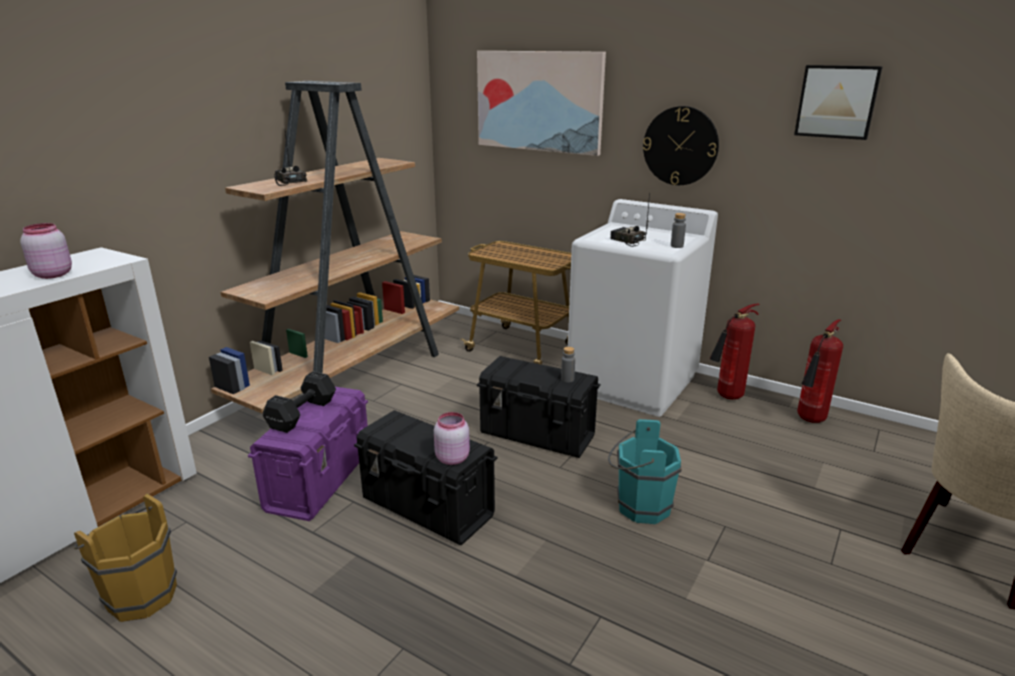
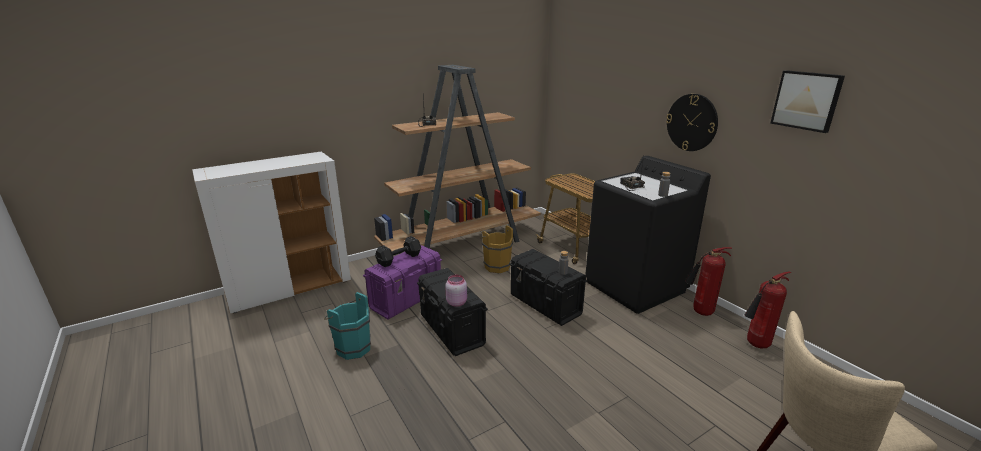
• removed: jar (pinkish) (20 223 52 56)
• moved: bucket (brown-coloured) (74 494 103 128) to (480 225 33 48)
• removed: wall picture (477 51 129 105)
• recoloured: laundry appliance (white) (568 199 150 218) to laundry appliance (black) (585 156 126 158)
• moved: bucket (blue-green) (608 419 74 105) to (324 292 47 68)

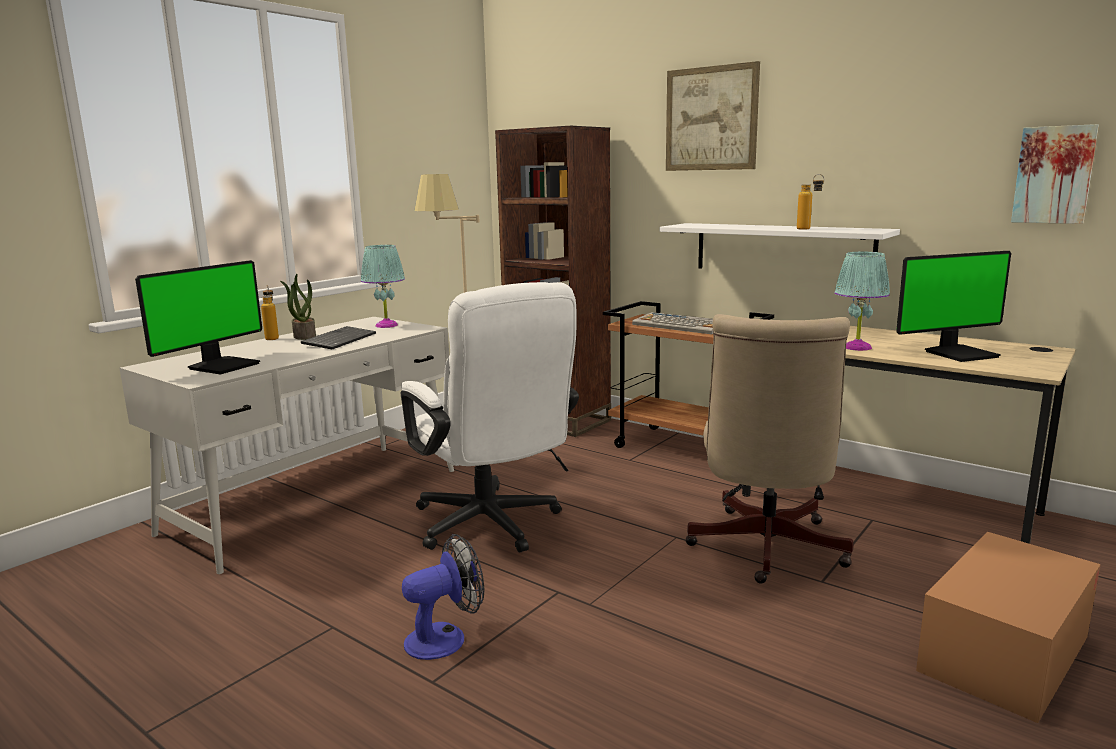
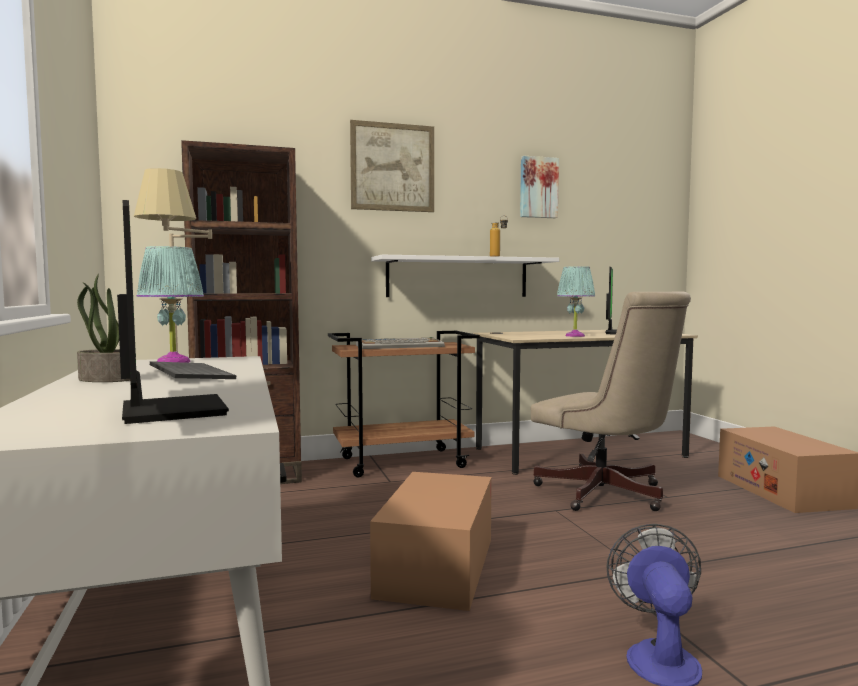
• removed: drink bottle (261 285 18 55)
• replaced: office chair (white) (401 282 178 271) to cardboard box (370 472 122 139)
• moved: wall picture (1011 124 88 100) to (520 156 39 62)

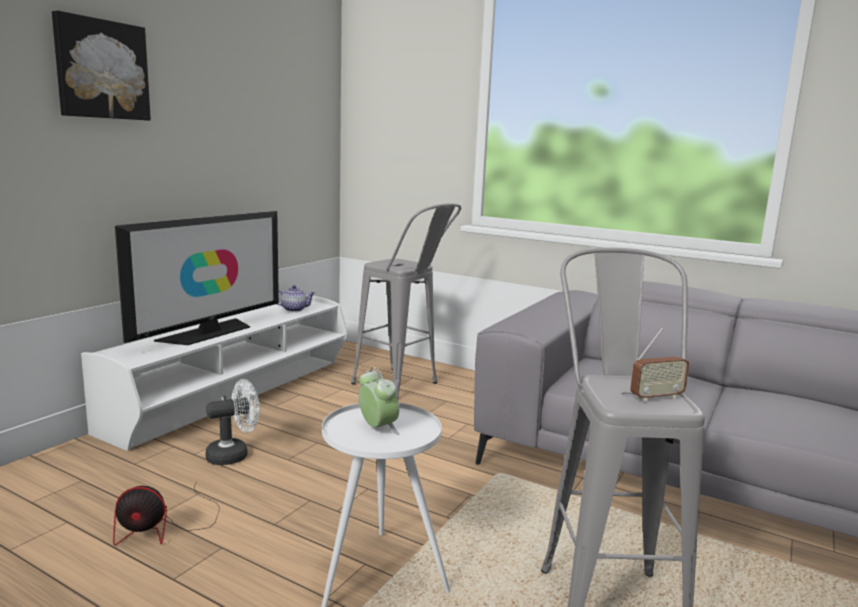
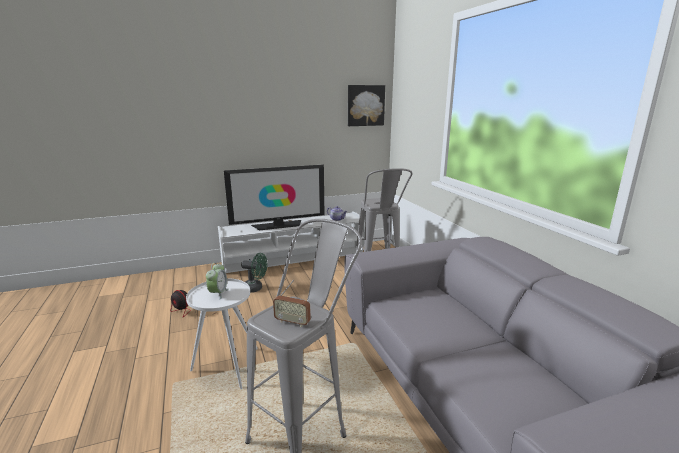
• moved: wall picture (52 10 99 111) to (348 85 37 41)
• recoloured: cooling fan (white) (205 379 55 86) to cooling fan (green) (241 253 26 40)

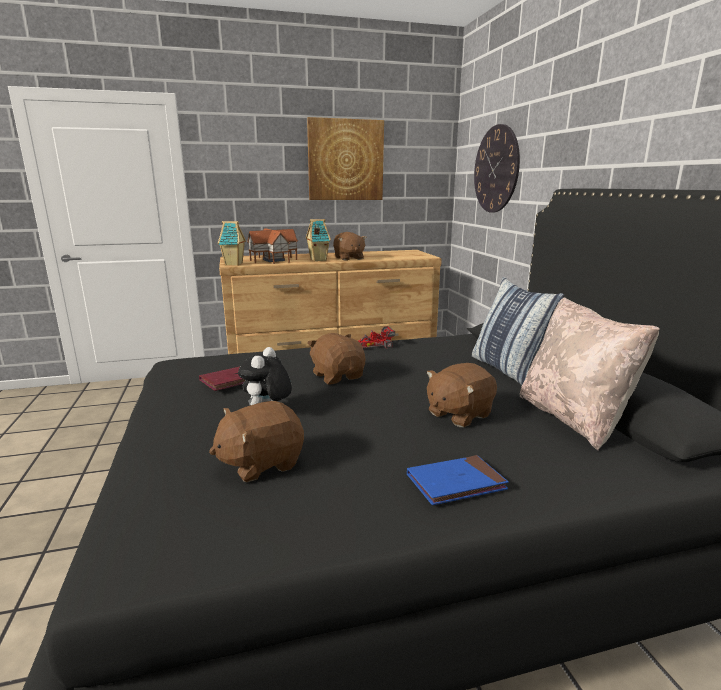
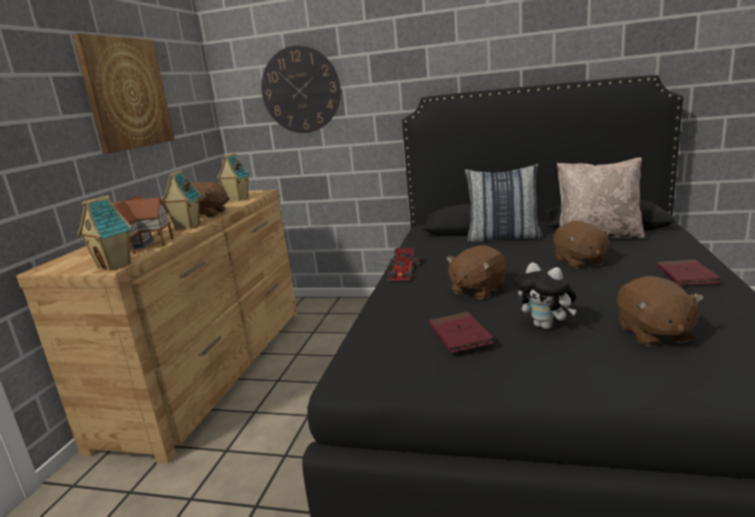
• turned: cuddly toy (brown-coloured) (307 333 58 51) = (446 245 61 54) 45 degrees counterclockwise
• recoloured: volume (blue-coloured) (407 455 102 50) to volume (reddish) (657 259 63 27)
• added: toy house (217 153 34 48)

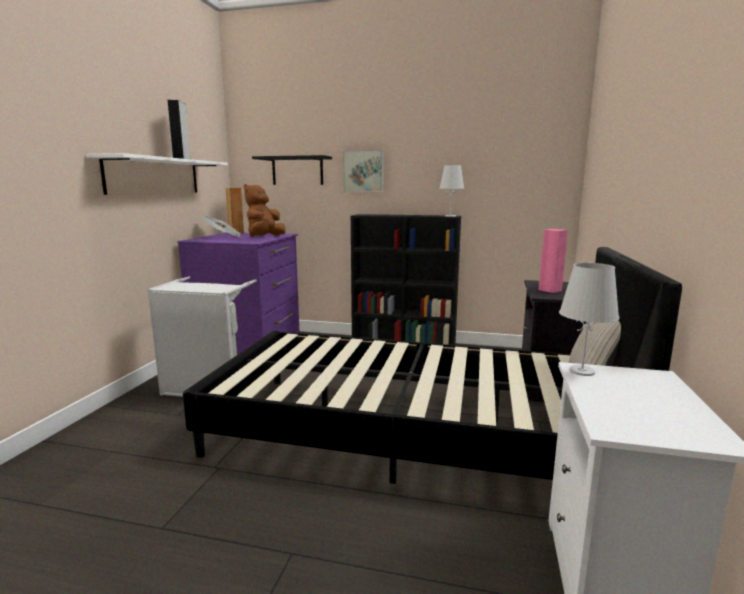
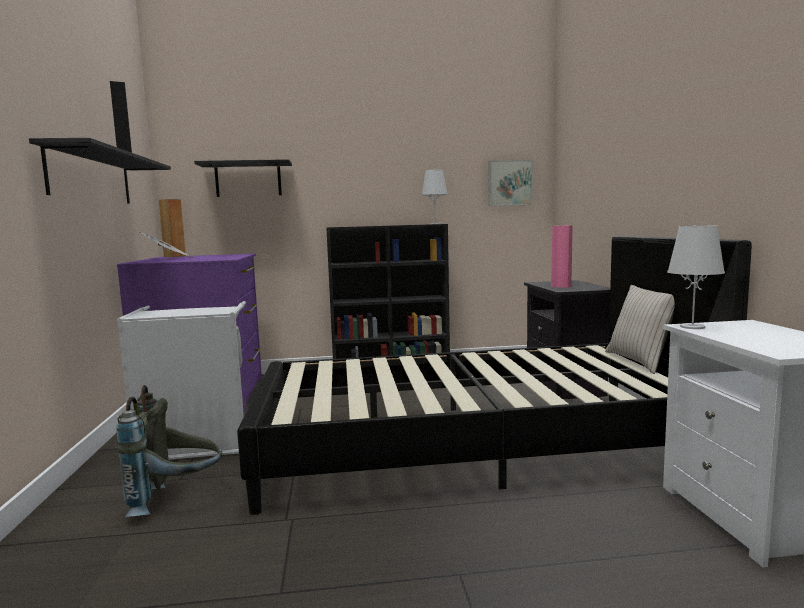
• recoloured: shelf (white) (87 153 141 42) to shelf (black) (29 138 142 66)
• removed: cuddly toy (brown-coloured) (244 184 42 53)
• moved: wall picture (343 150 41 42) to (488 160 45 46)
• added: backpack (gray) (116 385 106 132)

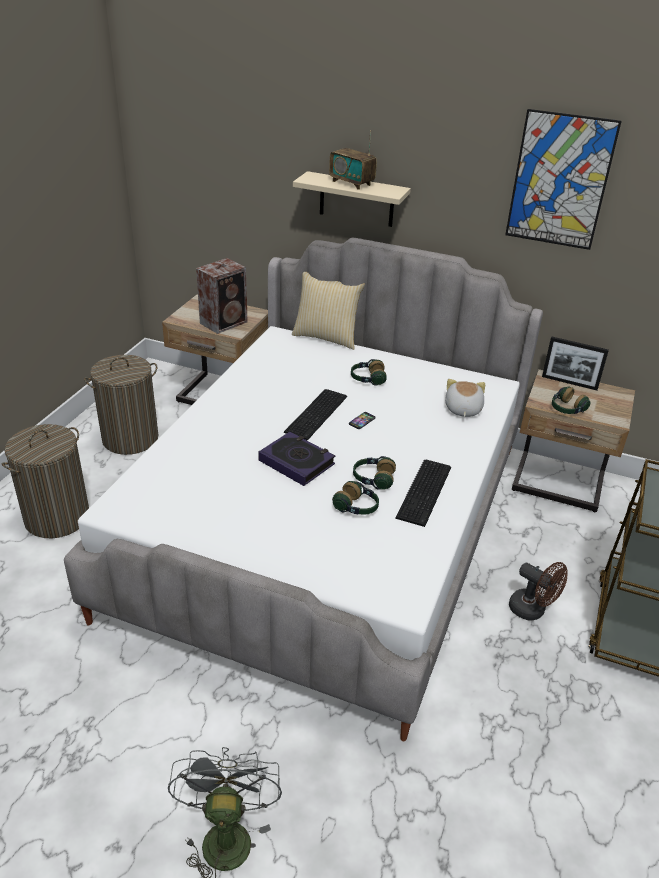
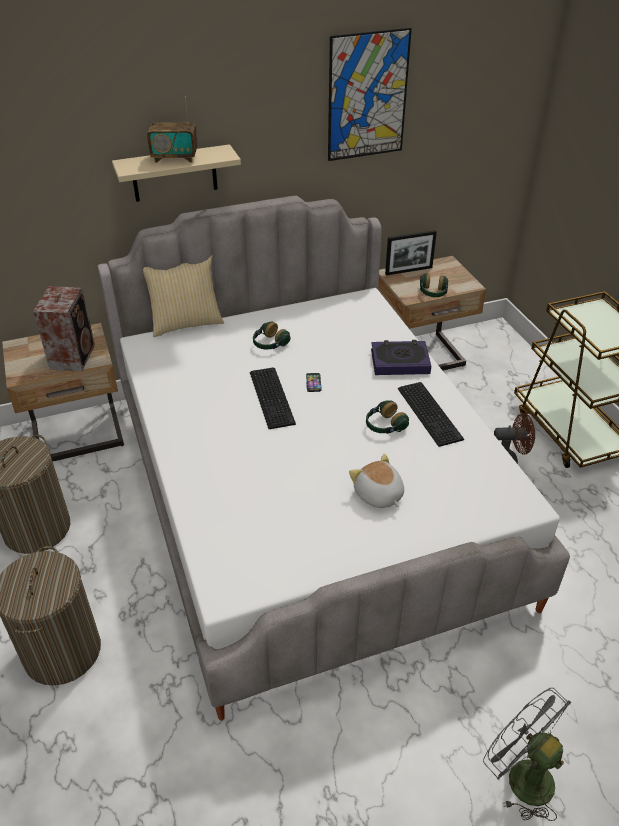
• moved: volume (258 432 77 54) to (371 340 60 35)
• removed: pair of headphones (332 481 47 34)
• moved: cuddly toy (445 379 40 38) to (349 454 55 54)

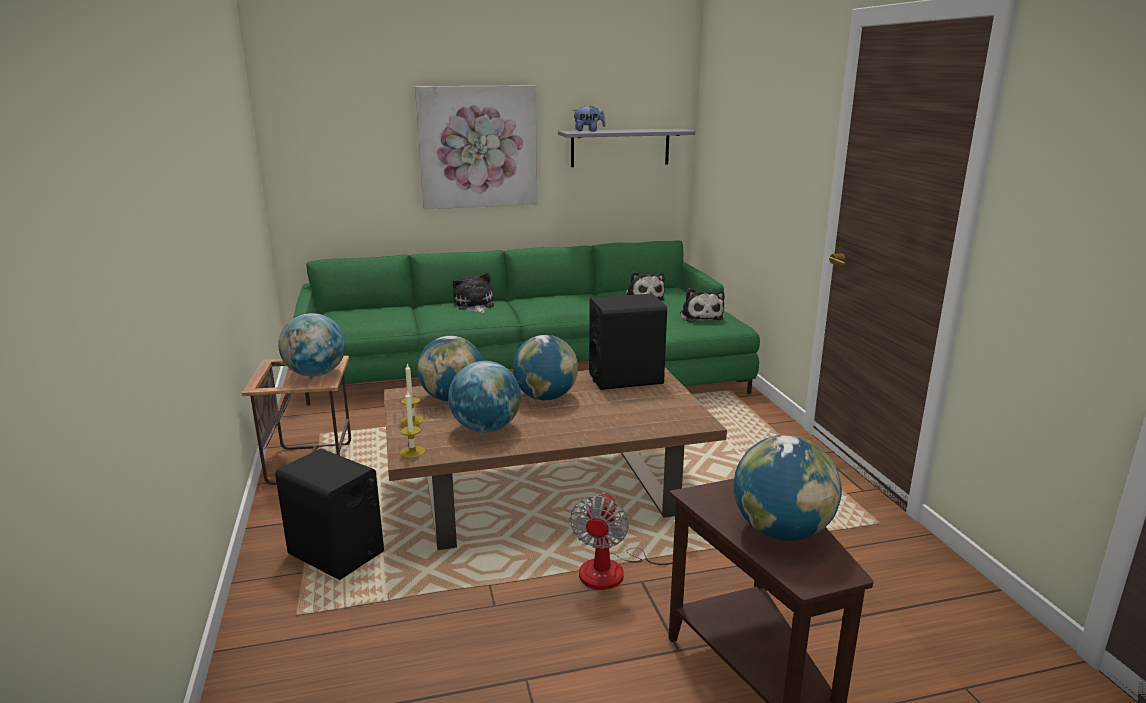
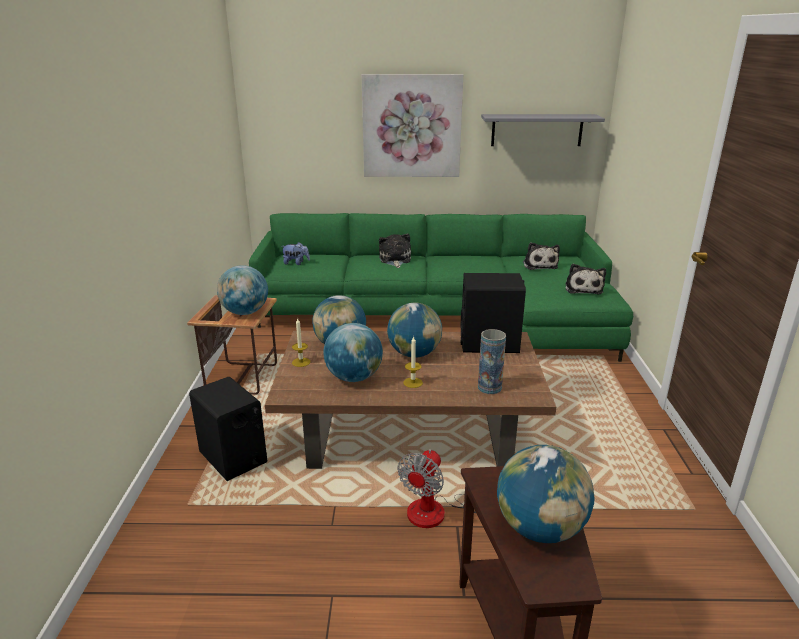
• moved: candle (400 390 25 68) to (403 336 20 52)
• moved: cuddly toy (574 106 31 26) to (281 242 29 23)
• added: flower vase (478 329 28 65)

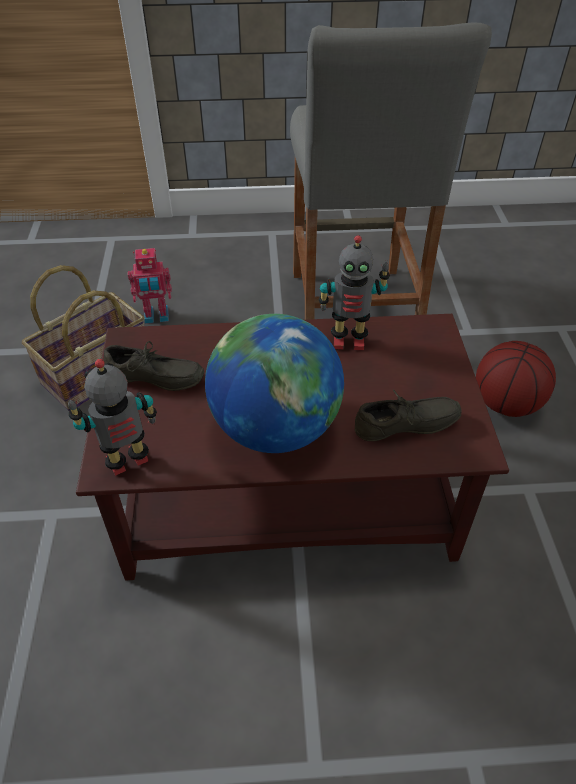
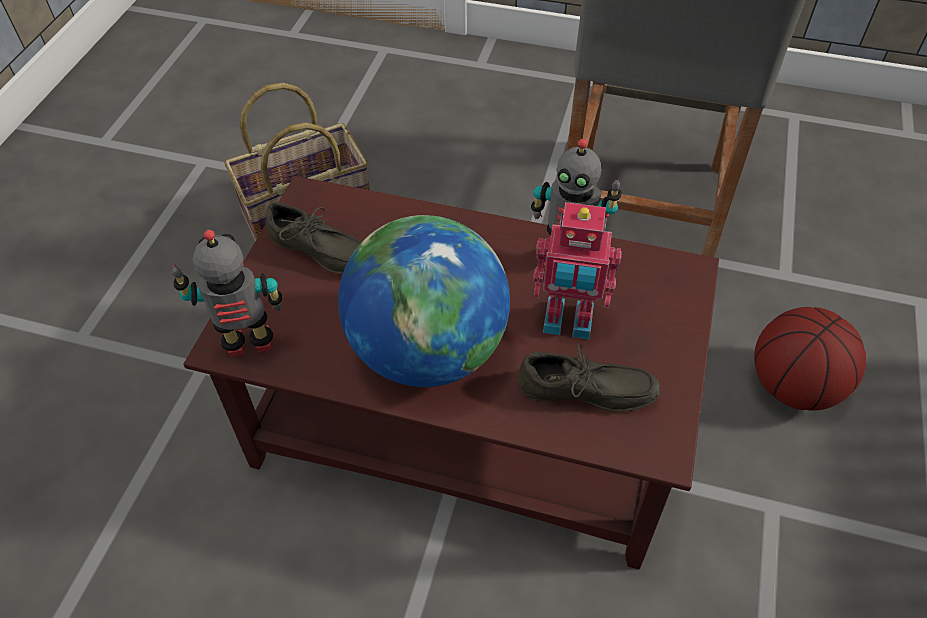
• moved: toy robot (127 248 45 76) to (533 202 89 138)

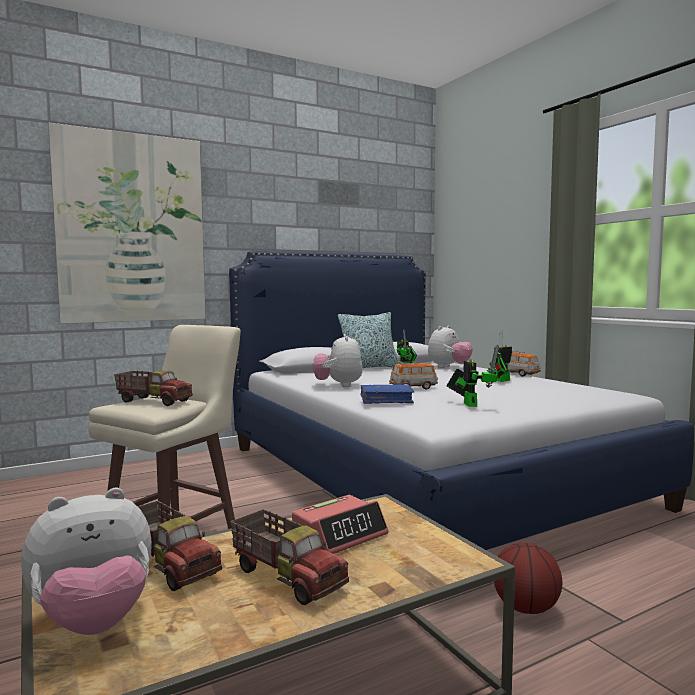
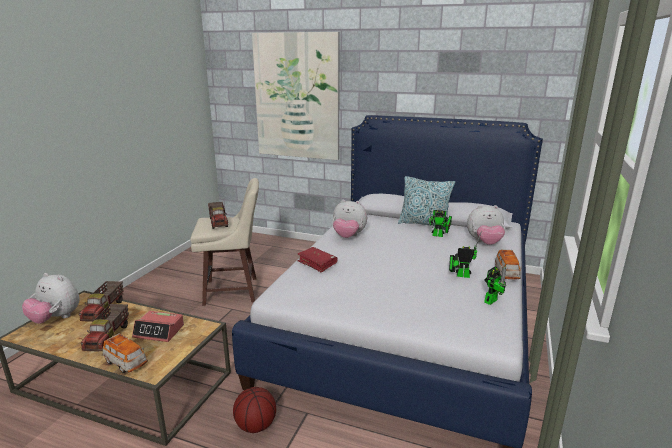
• turned: cuddly toy (313 334 50 53) = (332 200 35 38) 120 degrees counterclockwise
• recoloured: volume (blue-coloured) (360 384 54 20) to volume (reddish) (297 247 41 26)
• moved: model car (389 362 49 27) to (103 333 45 40)
• moved: toy robot (446 344 53 63) to (484 267 23 38)

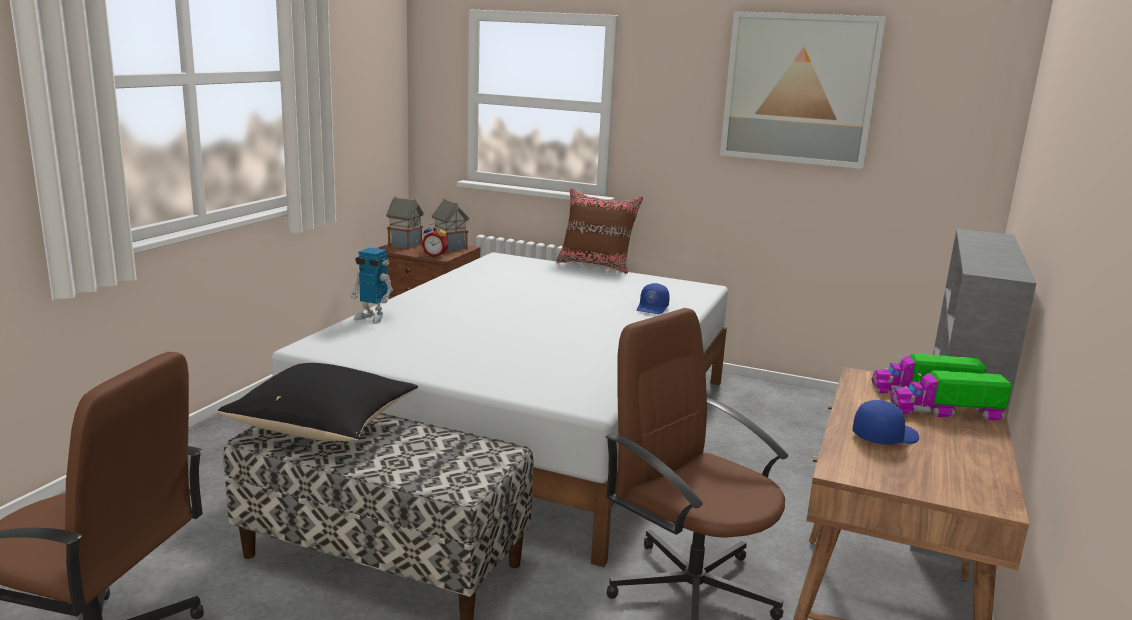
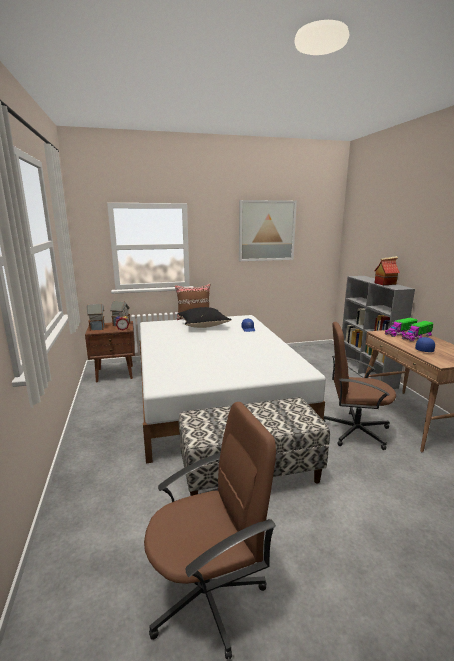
• moved: pillow (black) (218 363 200 78) to (177 307 55 21)
• removed: toy robot (350 248 43 76)
• added: toy house (374 256 26 29)

